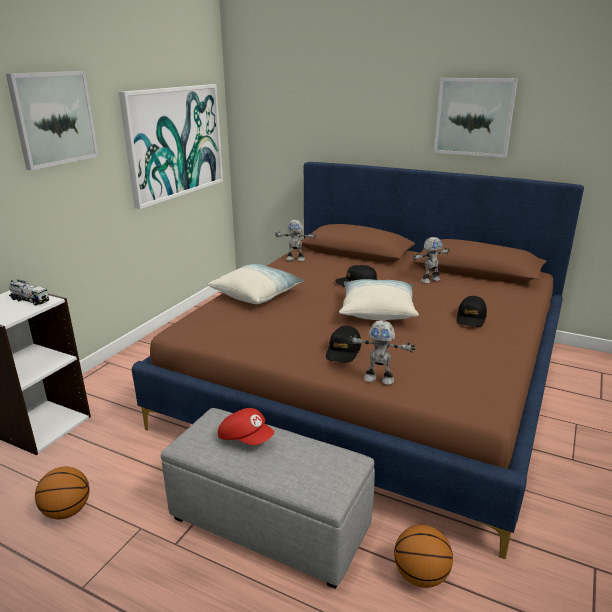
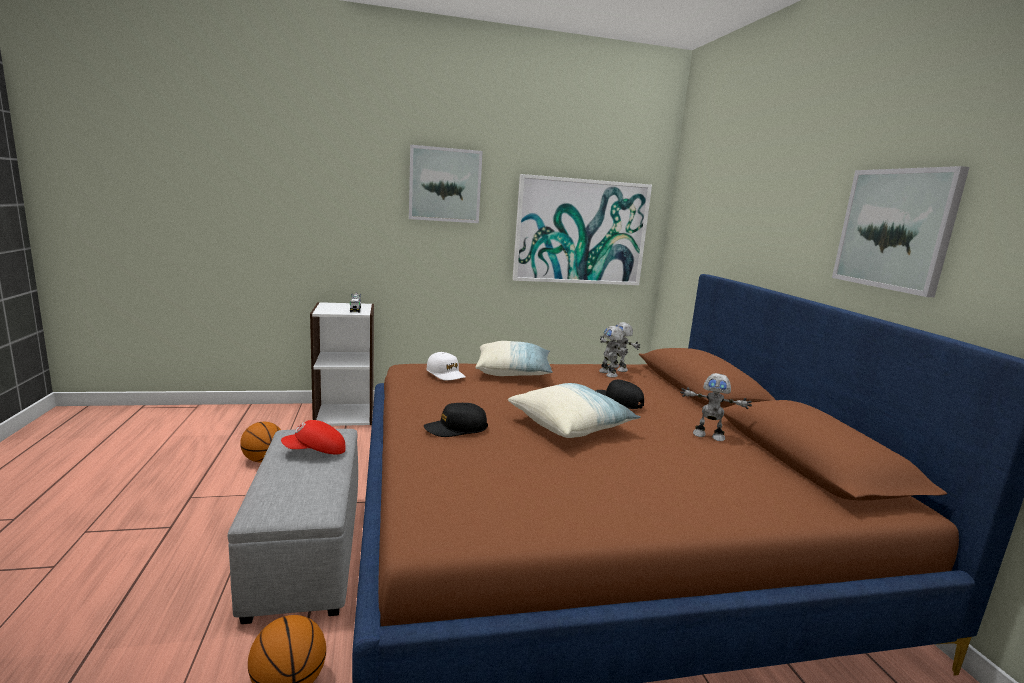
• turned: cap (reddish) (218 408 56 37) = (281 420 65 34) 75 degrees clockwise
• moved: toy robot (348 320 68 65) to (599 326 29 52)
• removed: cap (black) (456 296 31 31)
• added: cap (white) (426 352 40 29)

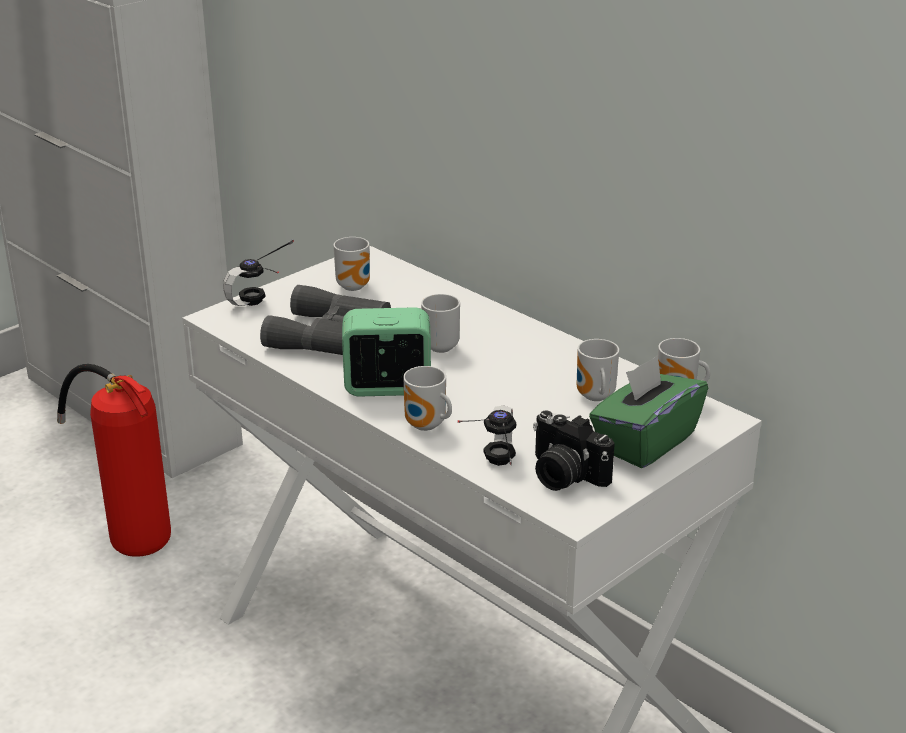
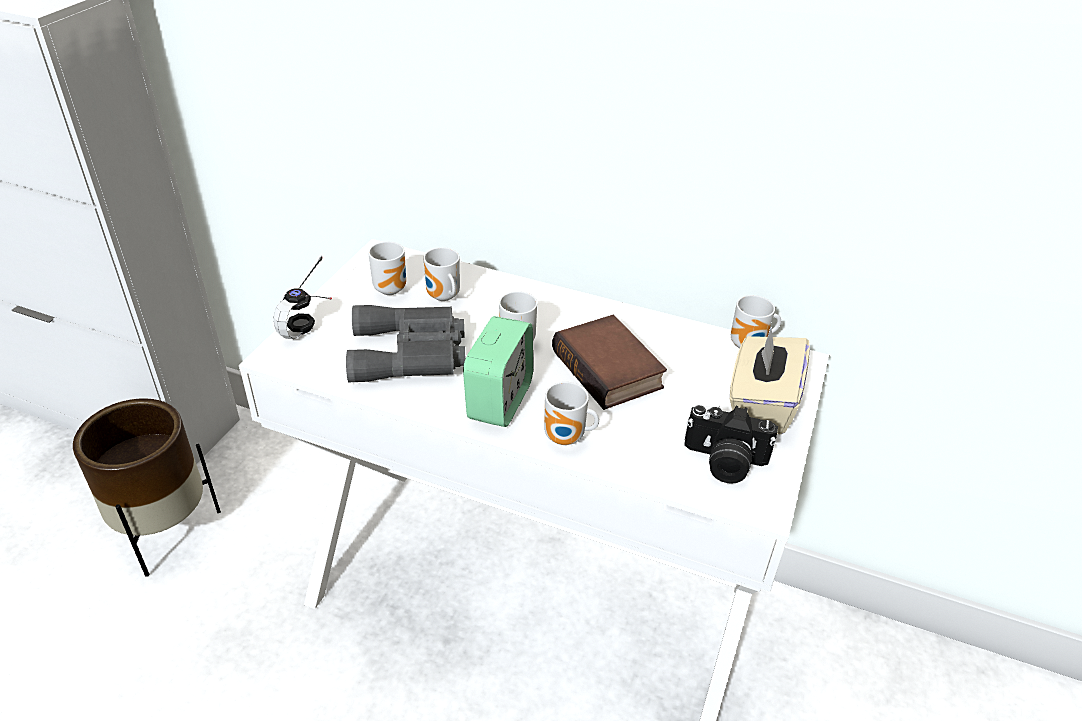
• replaced: fire-fighting cylinder (57 364 114 193) to plant pot (brown-coloured) (73 398 148 179)
• turned: table clock (342 307 89 90) = (463 316 70 111) 135 degrees clockwise
• removed: pair of headphones (458 406 59 60)
• moved: coffee mug (577 339 42 62) to (423 247 37 54)
• recoloured: tissue box (green) (589 355 119 113) to tissue box (beige) (730 328 80 106)
• added: volume (552 315 115 95)

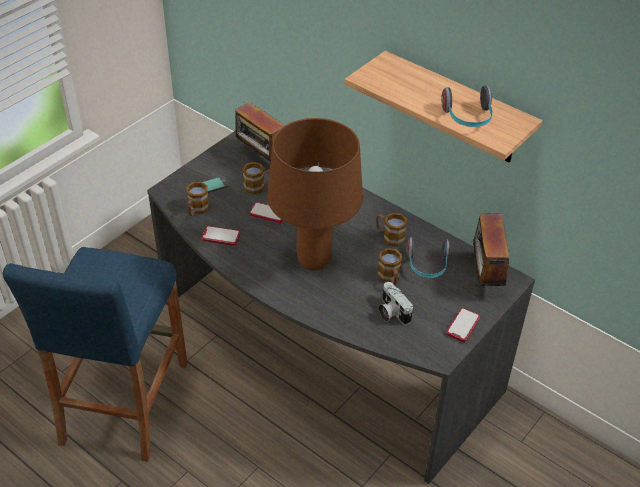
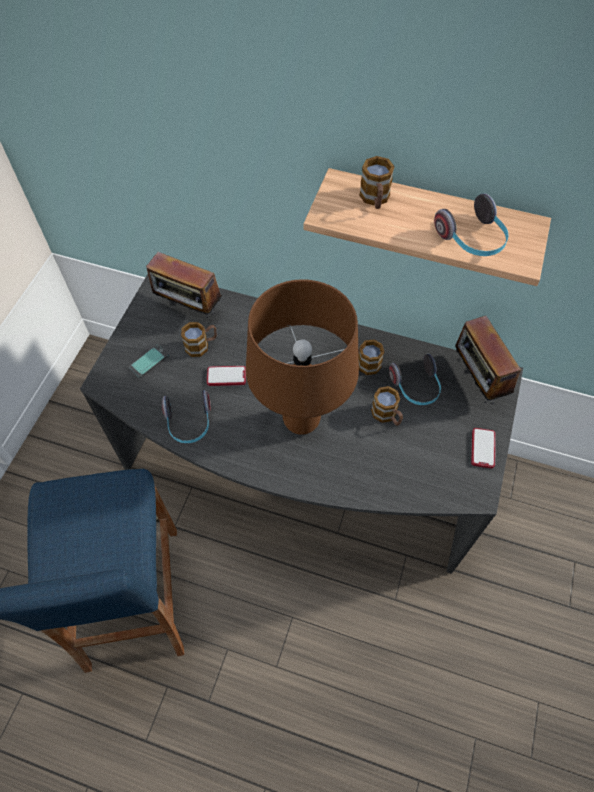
• moved: coffee mug (186 182 23 34) to (359 156 36 53)
• replaced: phone (202 226 38 20) to pair of headphones (162 390 49 53)
• removed: photo camera (379 282 34 43)

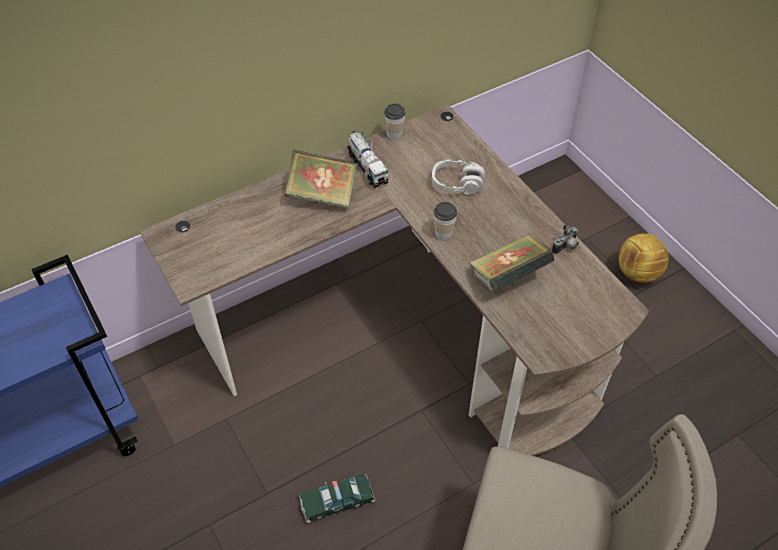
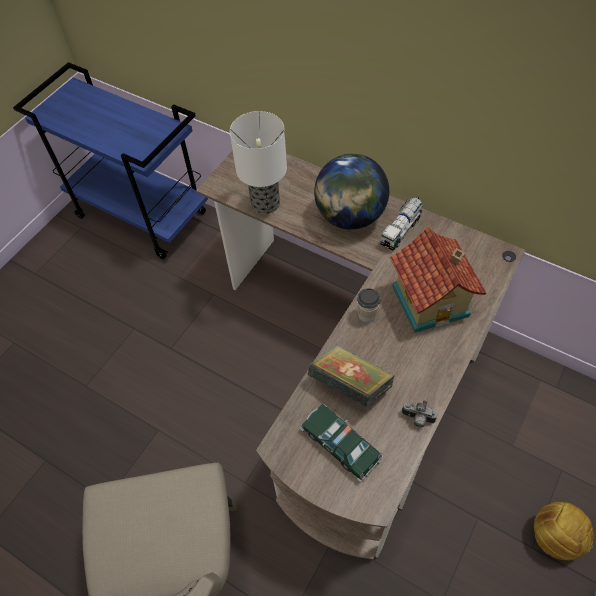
• replaced: volume (285 150 72 59) to globe (314 154 75 76)
• moved: model car (299 474 76 49) to (300 404 83 78)
• removed: small cup (384 104 22 36)
• replaced: pair of headphones (gray) (432 159 53 36) to toy house (390 227 97 106)
• added: table lamp (230 111 57 103)

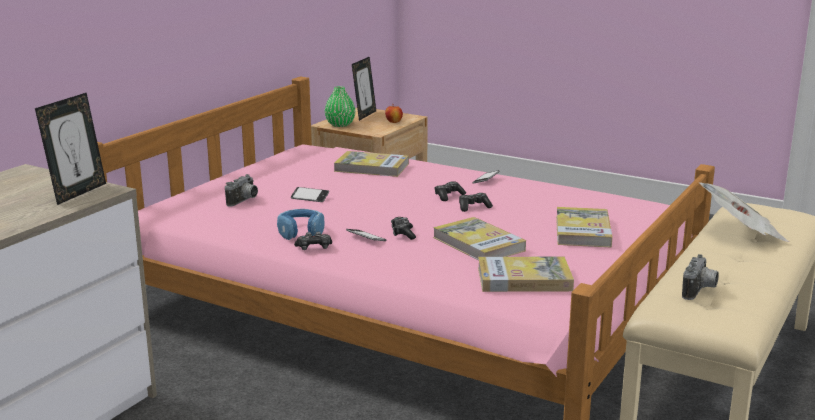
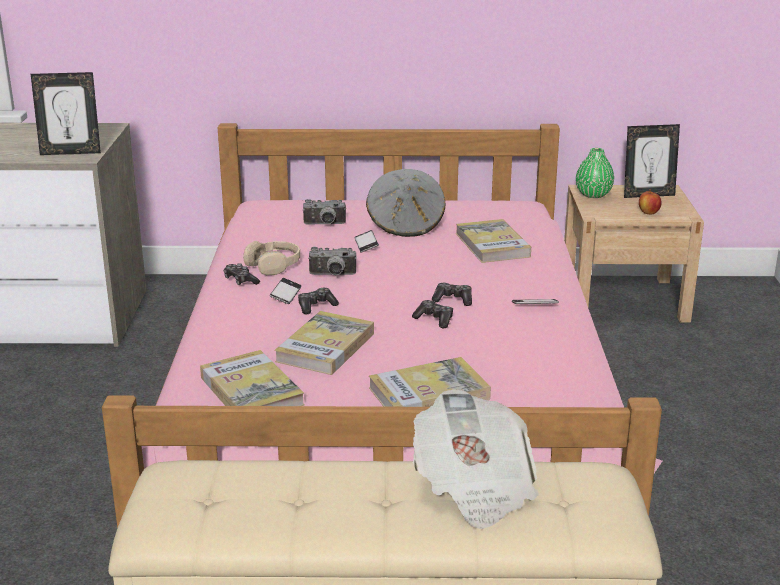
• recoloured: pair of headphones (blue-coloured) (277 209 48 31) to pair of headphones (beige) (243 241 57 34)
• moved: photo camera (682 254 37 46) to (308 247 49 28)
• added: clothing hat (gray) (366 169 79 68)

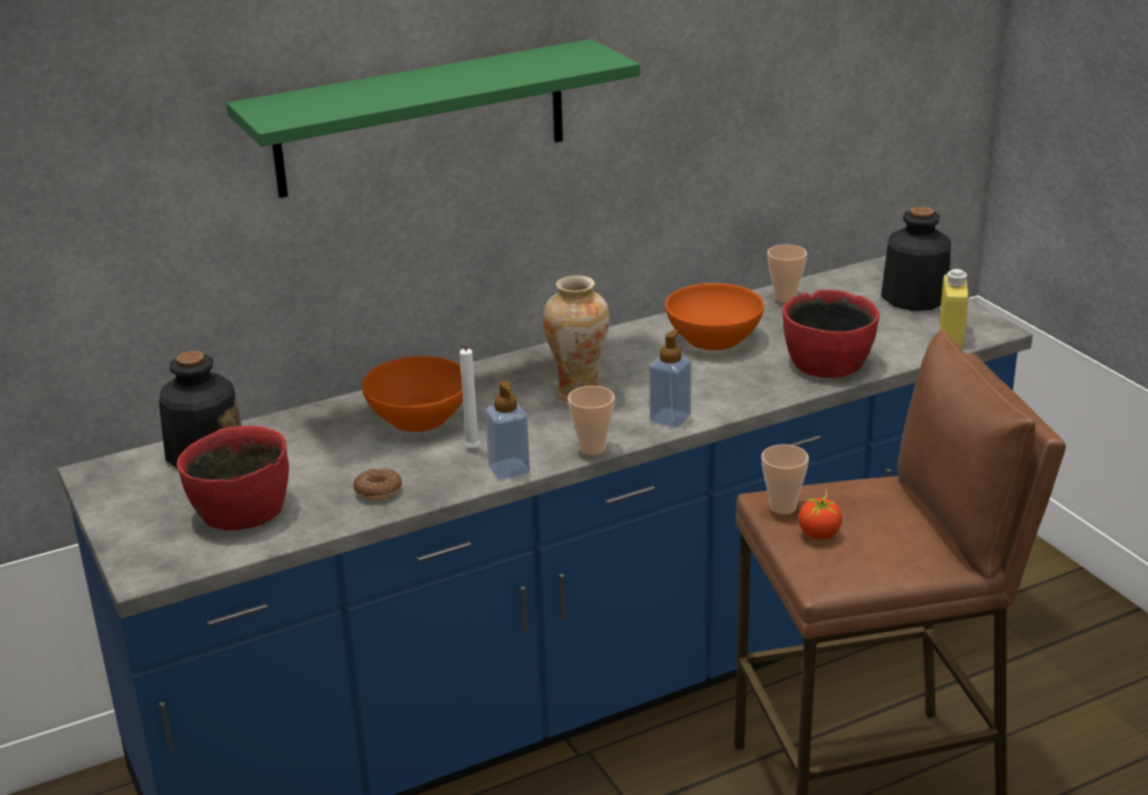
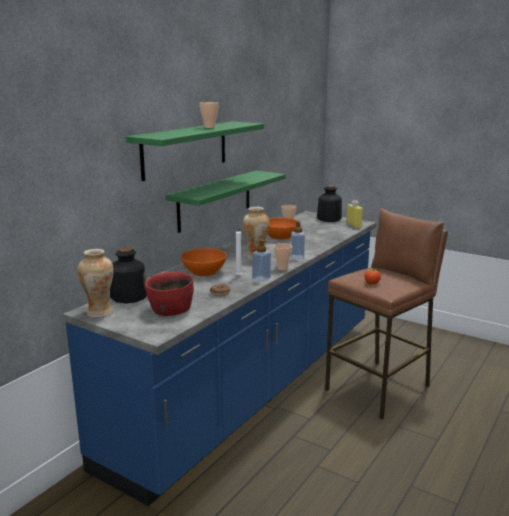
• moved: small cup (761 445 48 69) to (200 102 19 26)
• removed: bowl (reddish) (782 290 97 88)
• added: flower vase (78 249 36 68)
• added: shelf (green) (165 171 121 62)

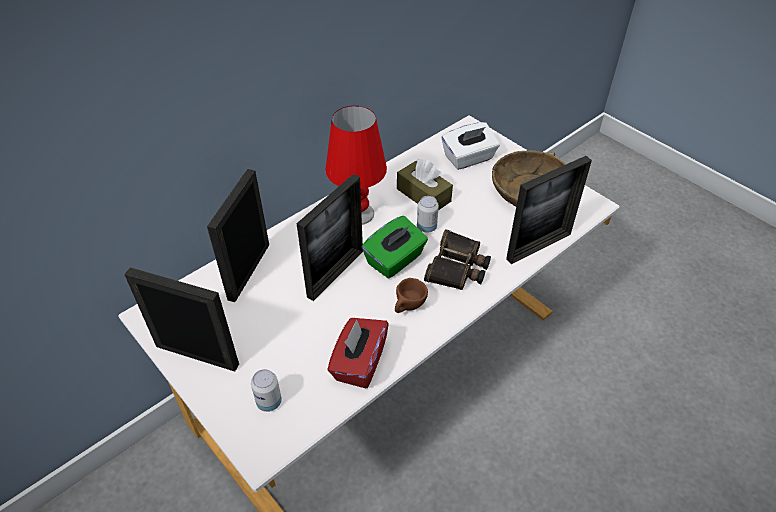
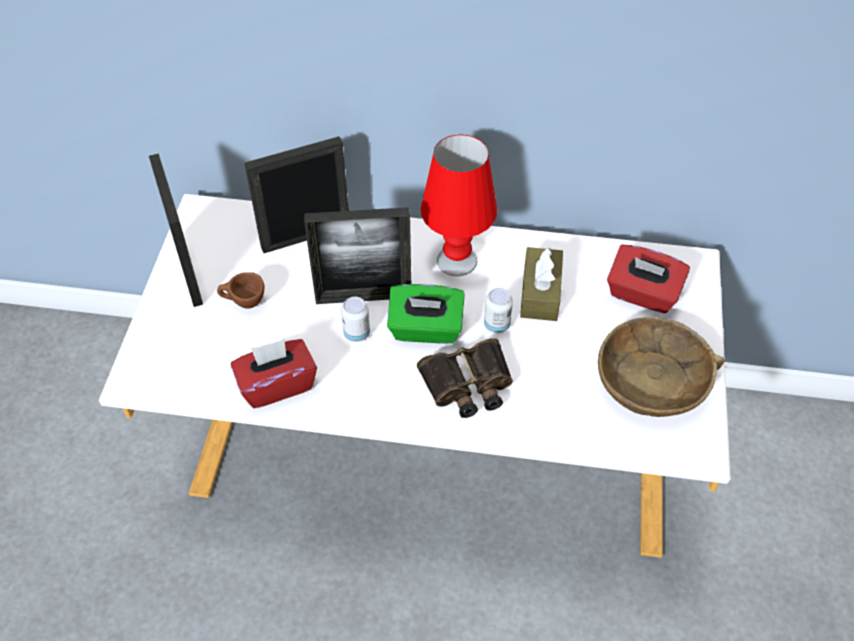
• moved: can (251 369 31 43) to (341 296 29 46)
• moved: small cup (brown-coloured) (395 278 33 35) to (217 272 47 37)
• recoloured: tissue box (white) (442 122 58 48) to tissue box (reddish) (607 245 83 68)
• removed: photo frame (506 156 86 108)

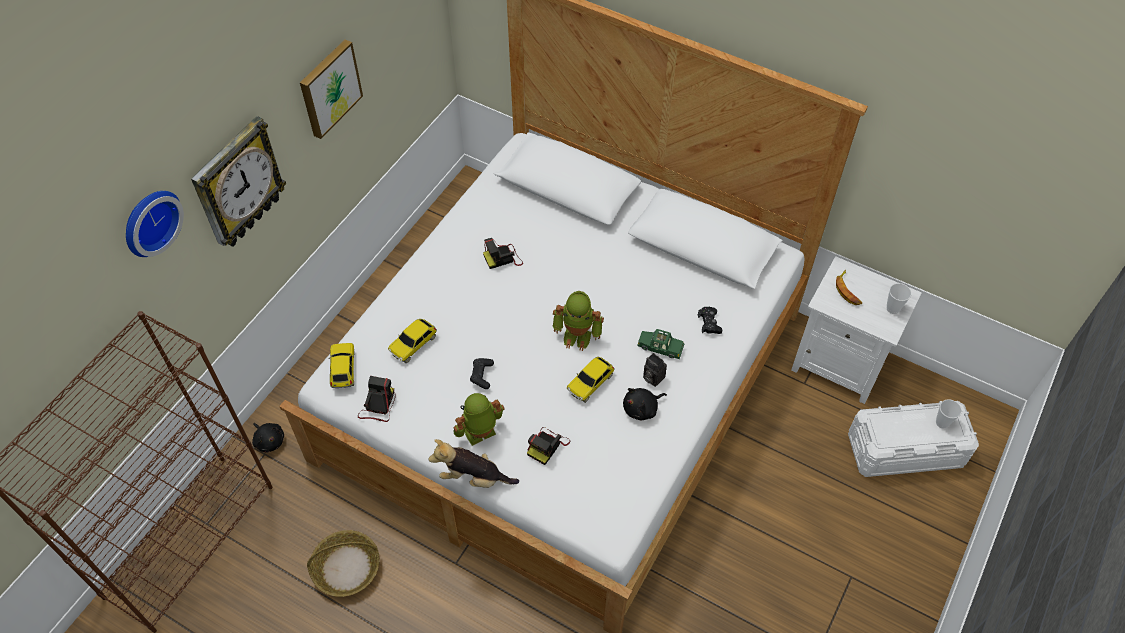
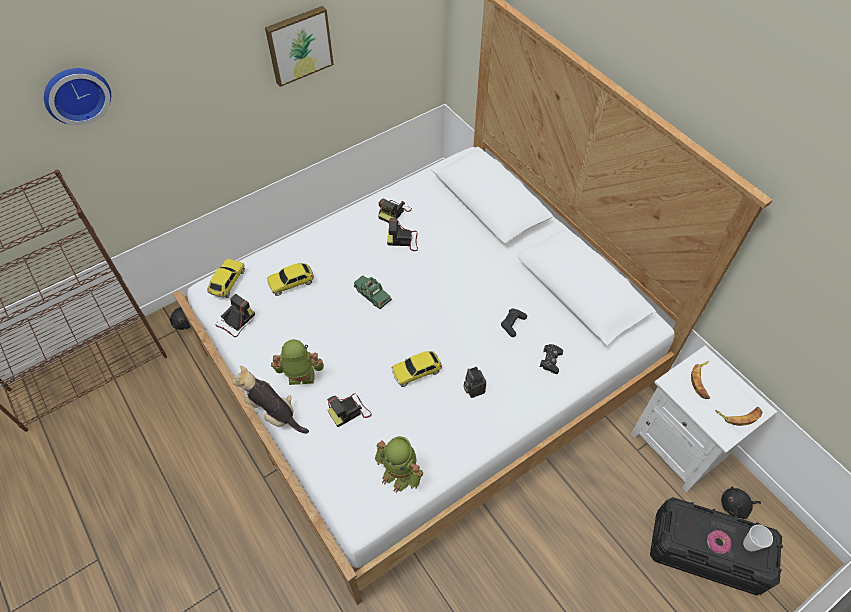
• removed: wall clock (191 116 95 131)
• removed: storage basket (307 530 73 67)
• moved: joypad (black) (470 358 24 31) to (501 309 26 28)
• moved: toy robot (553 291 51 60) to (375 436 48 57)
• moved: cuddly toy (black) (623 388 44 32) to (721 487 40 32)
• moved: model car (green) (637 329 48 30) to (354 275 38 34)
• recoloured: storage box (white) (848 401 131 76) to storage box (black) (650 497 133 99)
• replaced: small cup (887 283 25 31) to banana (715 407 48 19)
• added: photo camera (378 199 34 24)
• added: doughnut (707 530 25 24)

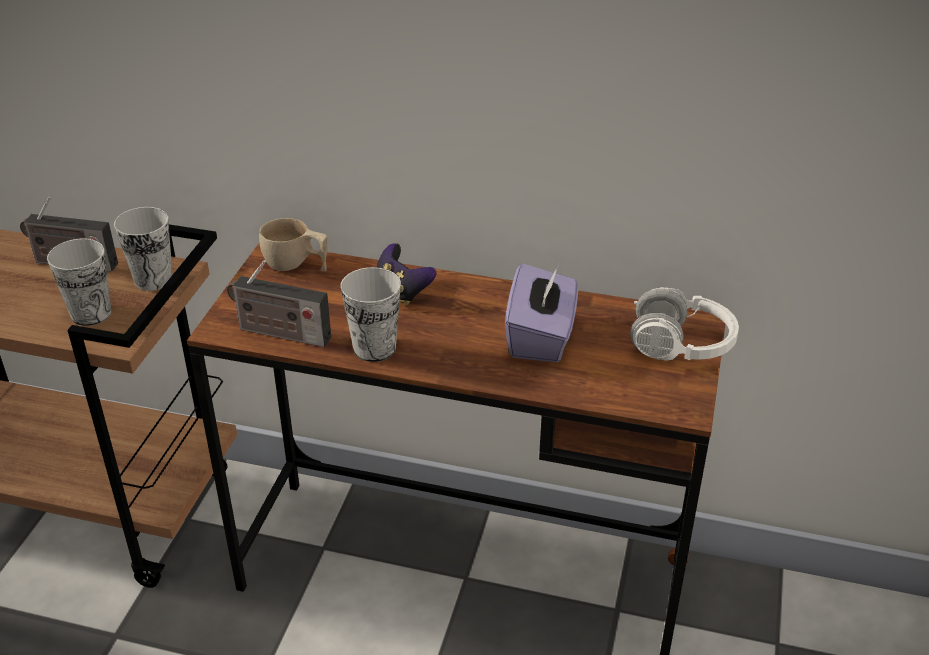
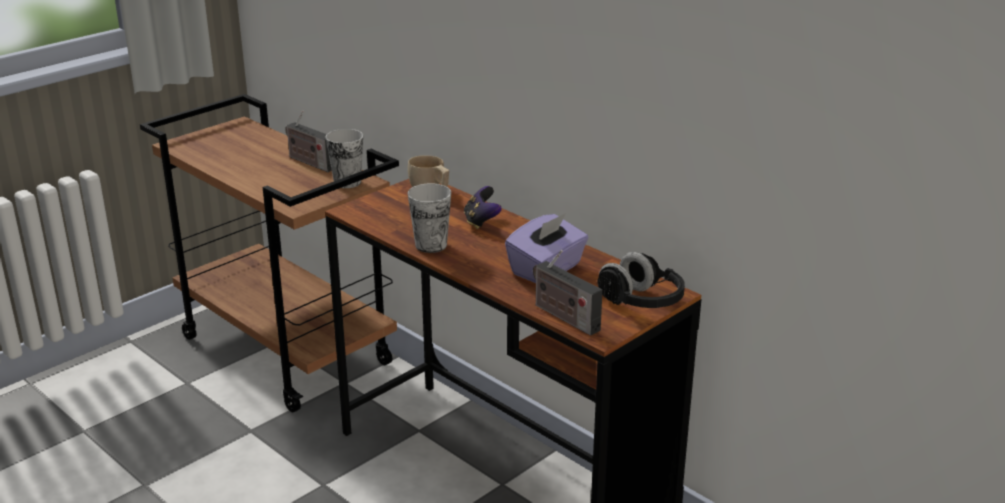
• removed: small cup (47 239 64 87)
• moved: radio set (227 260 104 87) to (533 250 69 86)
• recoloured: pair of headphones (white) (630 287 109 74) to pair of headphones (black) (597 252 88 56)

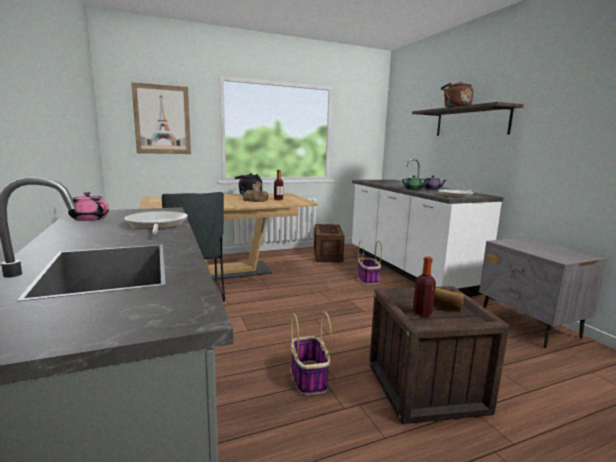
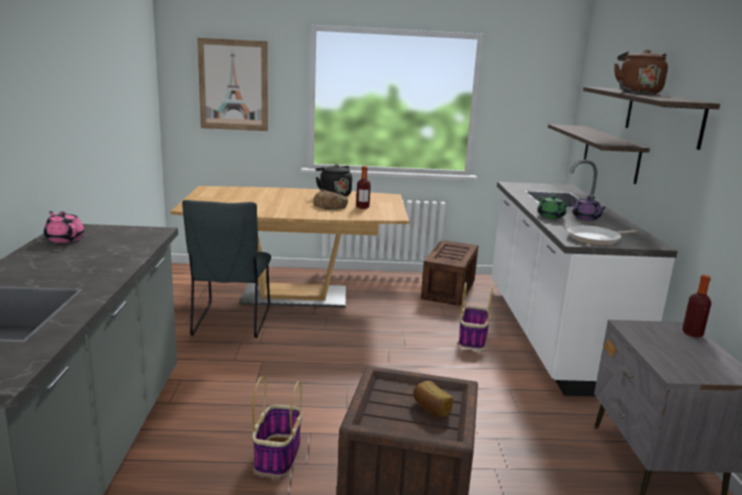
• removed: skillet (124 211 64 23)
• moved: drink bottle (413 257 23 60) to (682 275 29 62)
• added: shelf (548 124 102 60)

